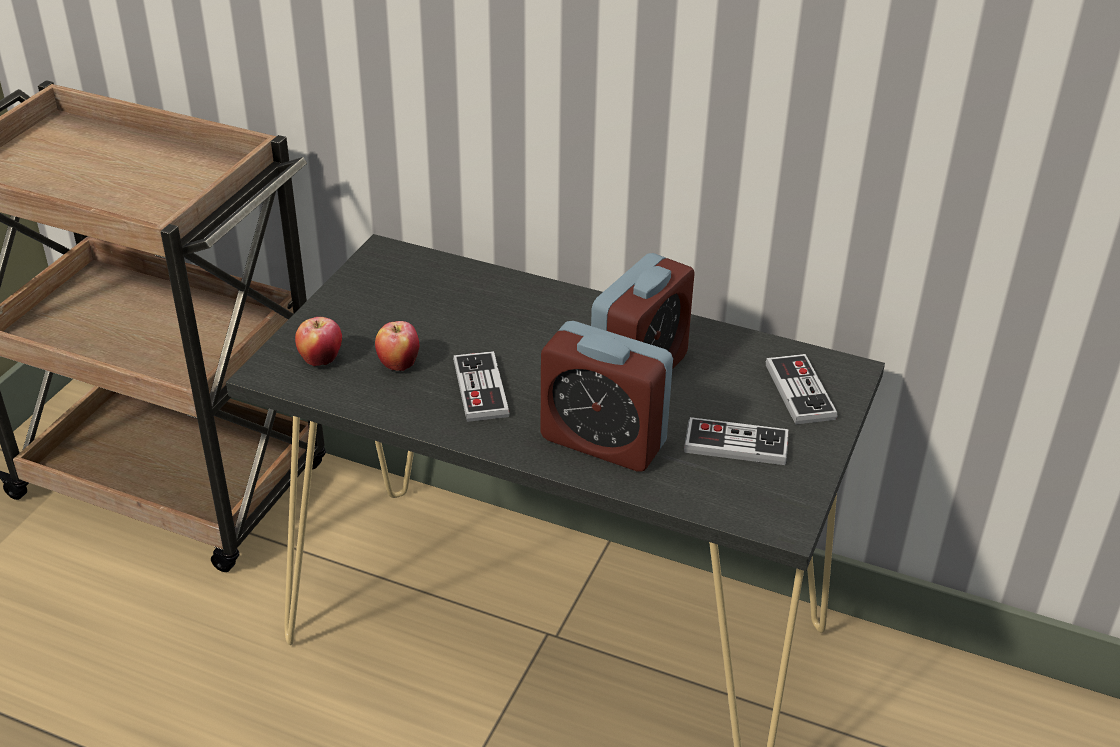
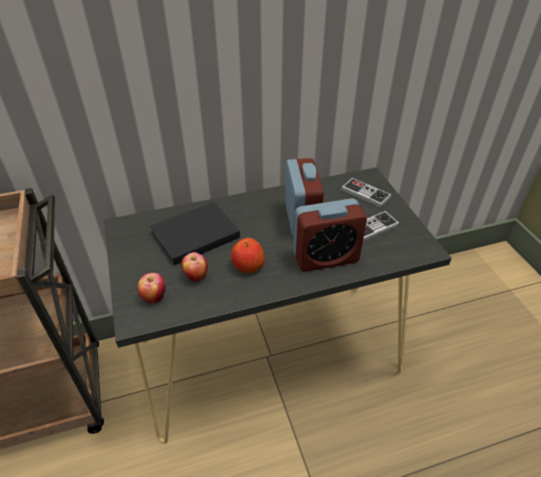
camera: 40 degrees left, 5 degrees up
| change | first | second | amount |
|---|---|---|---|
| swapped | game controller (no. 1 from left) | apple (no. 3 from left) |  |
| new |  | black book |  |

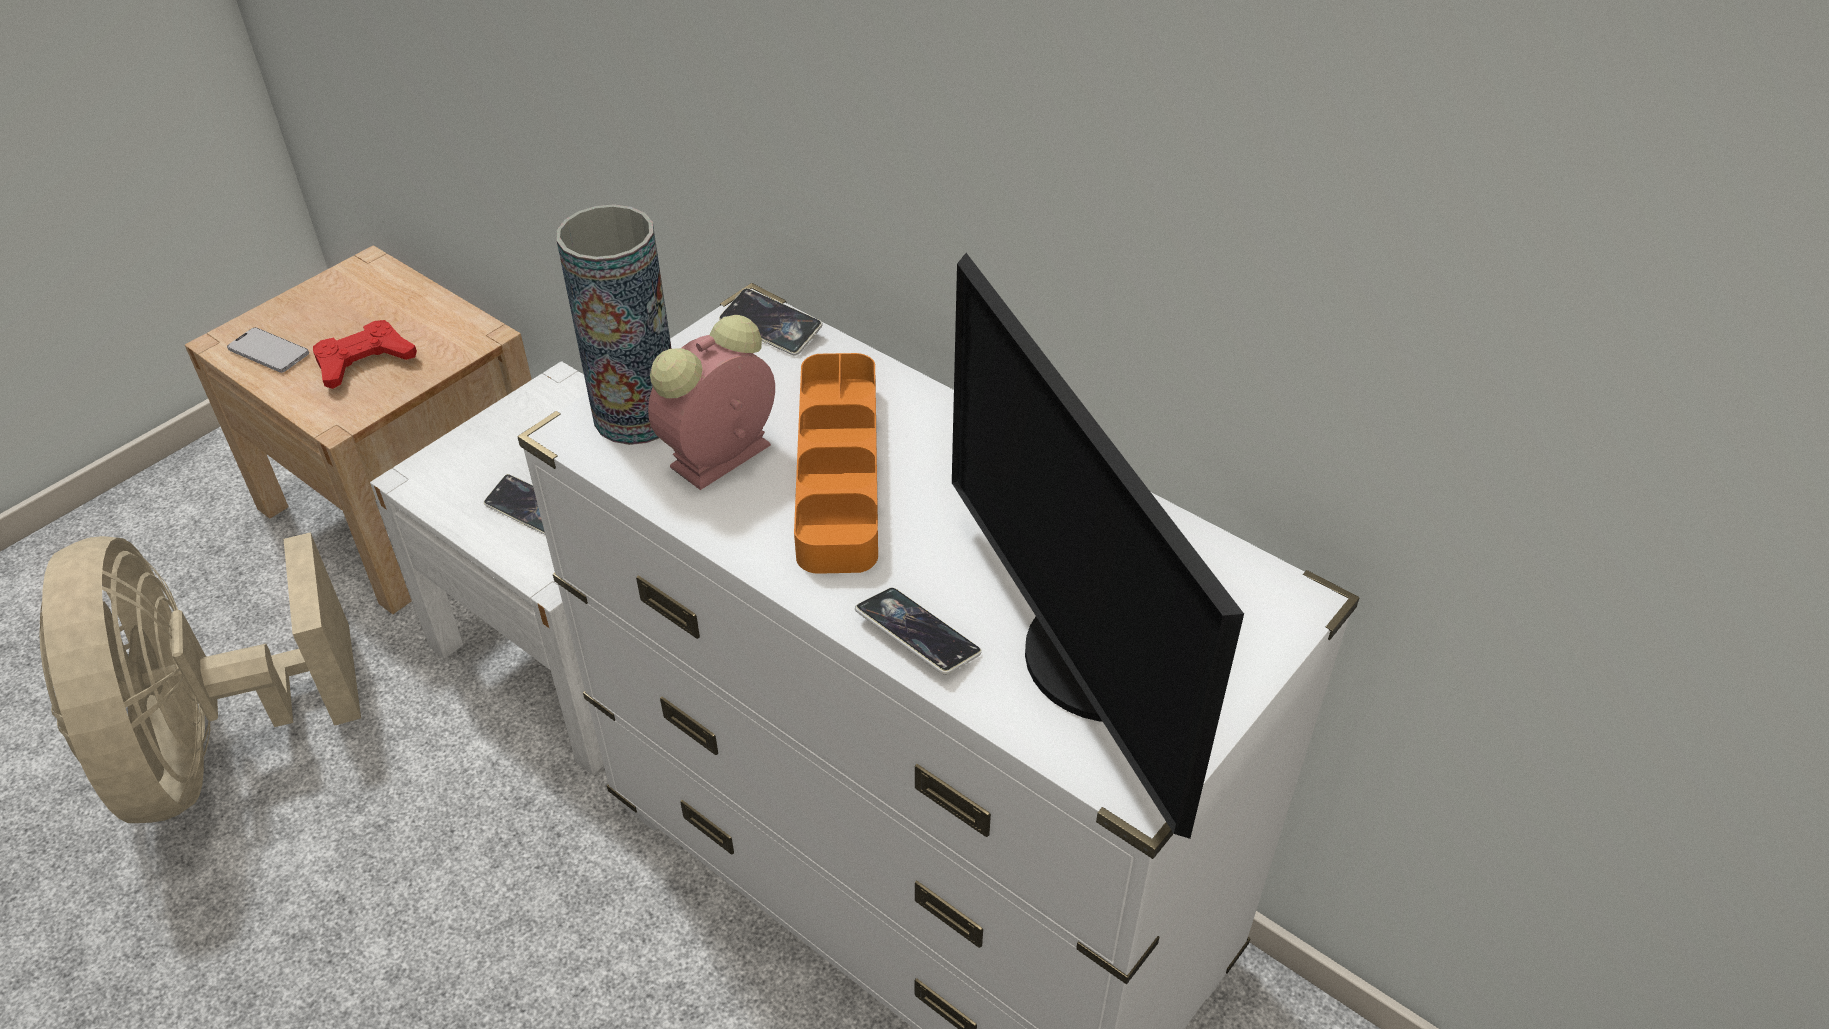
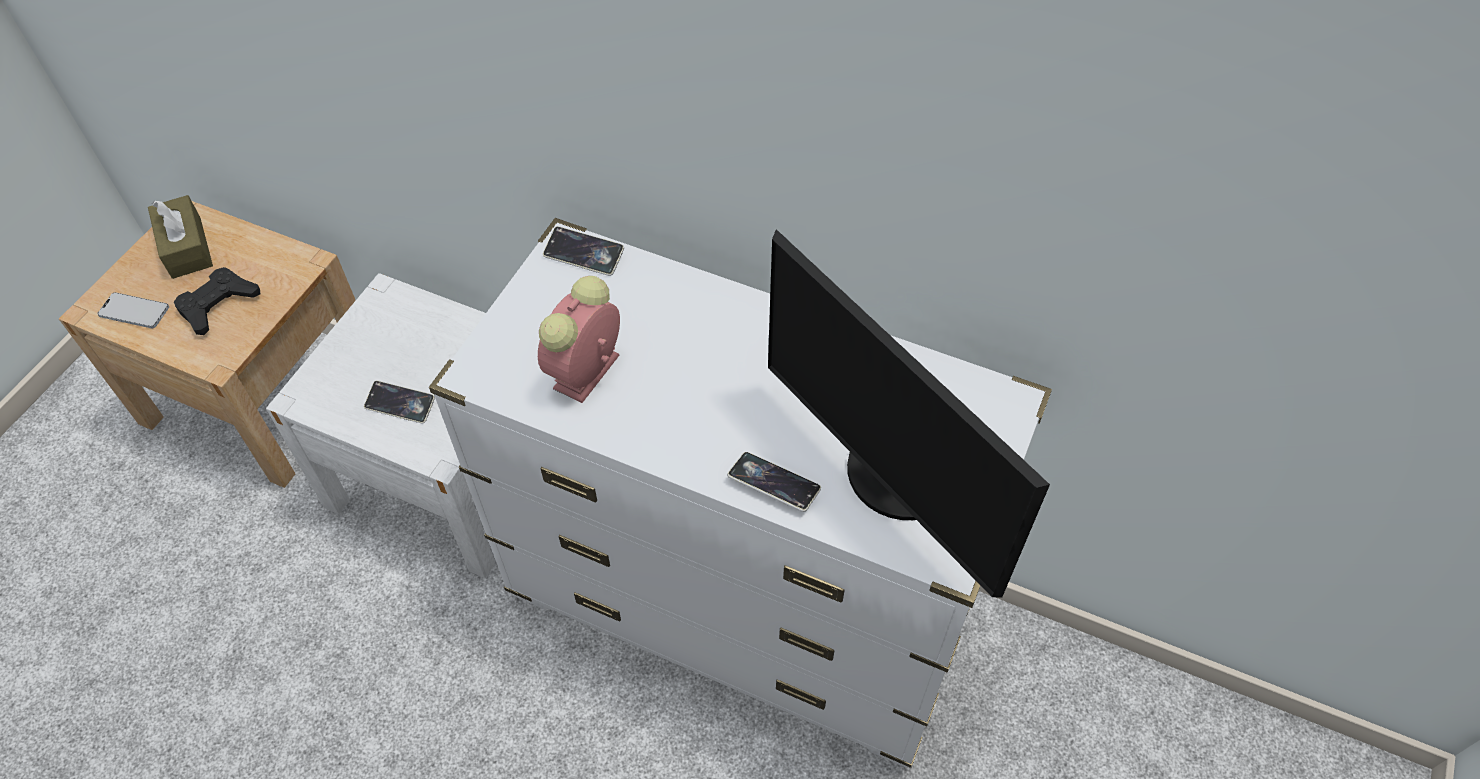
camera: 15 degrees left, 10 degrees up
| change | first | second | amount |
|---|---|---|---|
| gone | beige fan |  |  |
| repainted | red game controller | black game controller |  |
| gone | vase |  |  |
| gone | orange tray |  |  |
| new |  | brown tissue box |  |

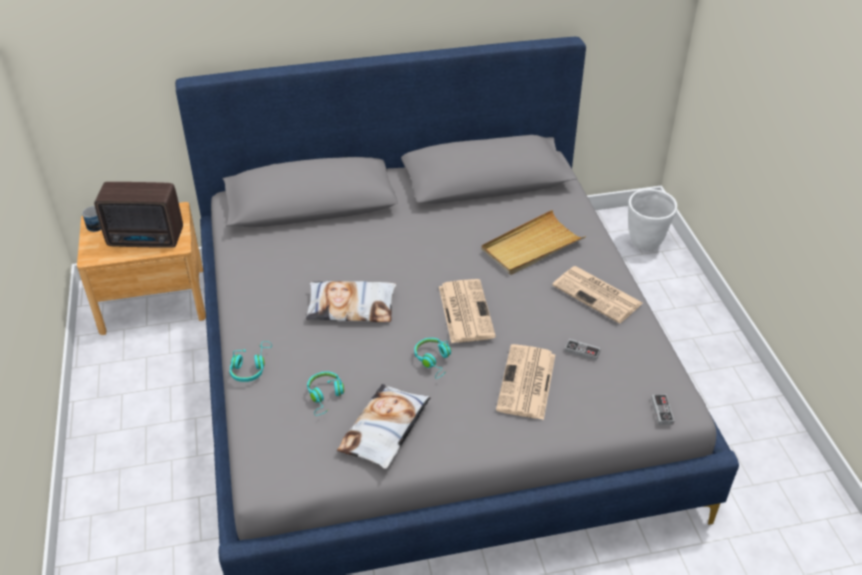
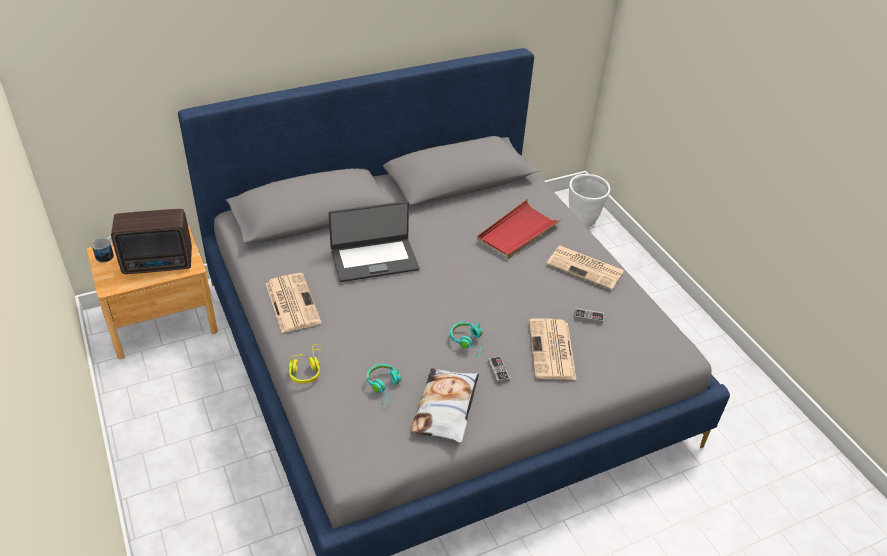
camera: 15 degrees left, 0 degrees up
| change | first | second | amount |
|---|---|---|---|
| repainted | turquoise headphones (no. 1 from left) | yellow headphones |  |
| gone | pillow (no. 1 from left) |  |  |
| shifted | newspaper (no. 1 from left) |  |  |
| repainted | beige tray | red tray |  |
| shifted | game controller (no. 2 from left in the first image) | game controller (no. 1 from left) |  |
| new |  | laptop |  |

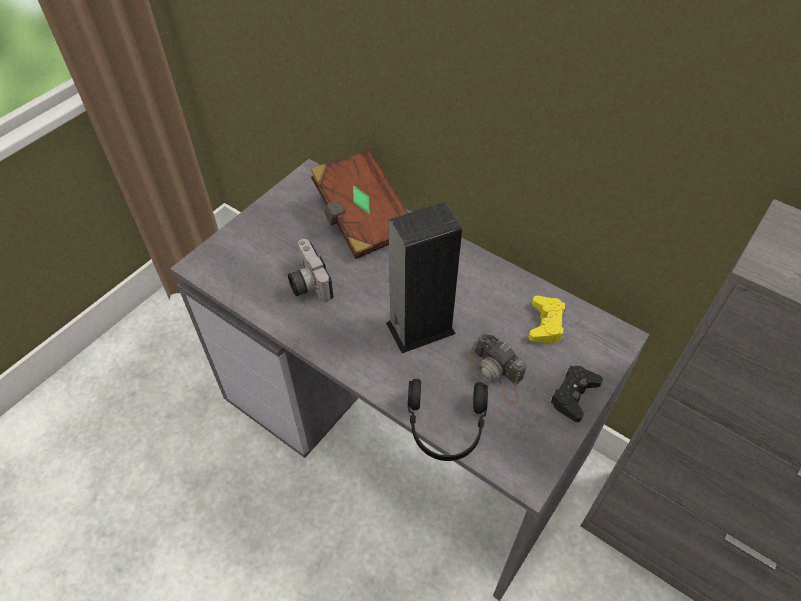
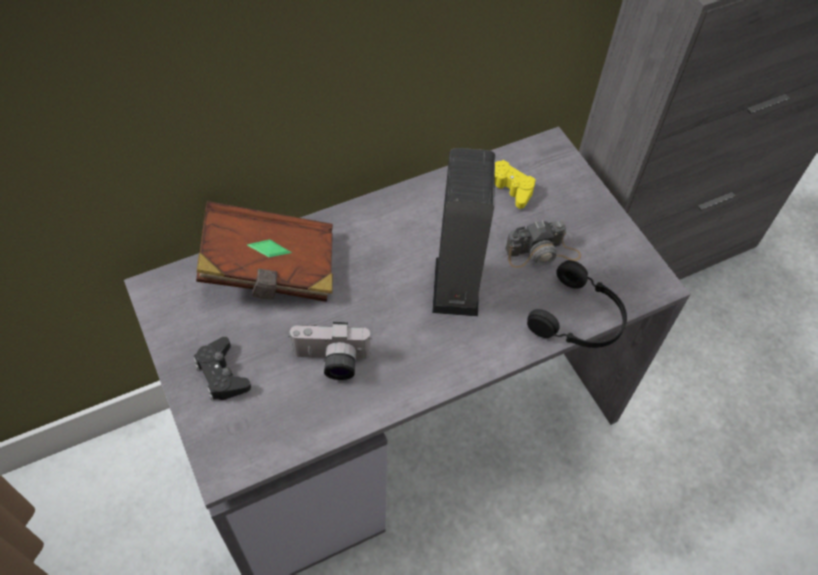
camera: 65 degrees left, 5 degrees up
| change | first | second | amount |
|---|---|---|---|
| shifted | black game controller |  |  |

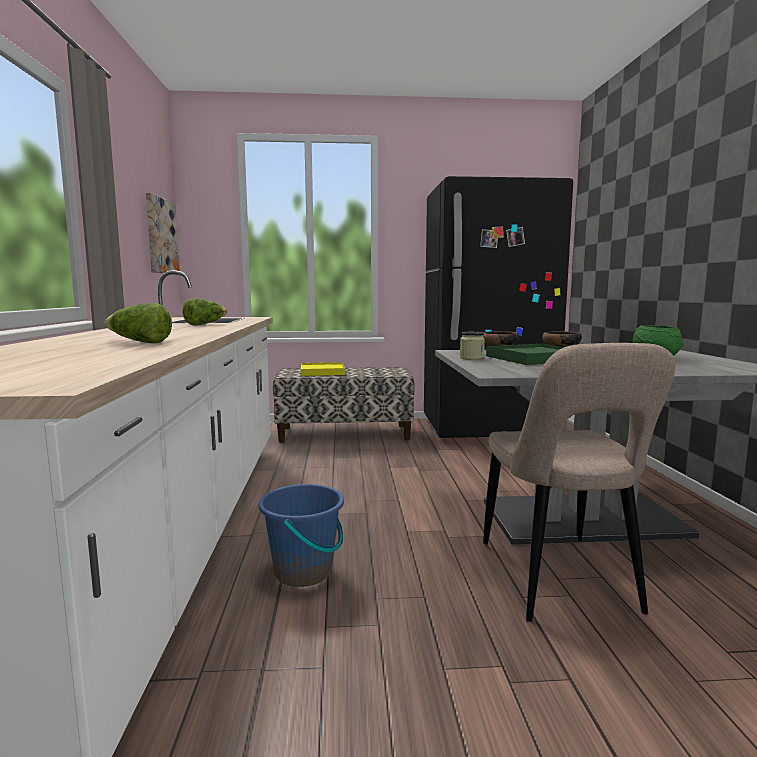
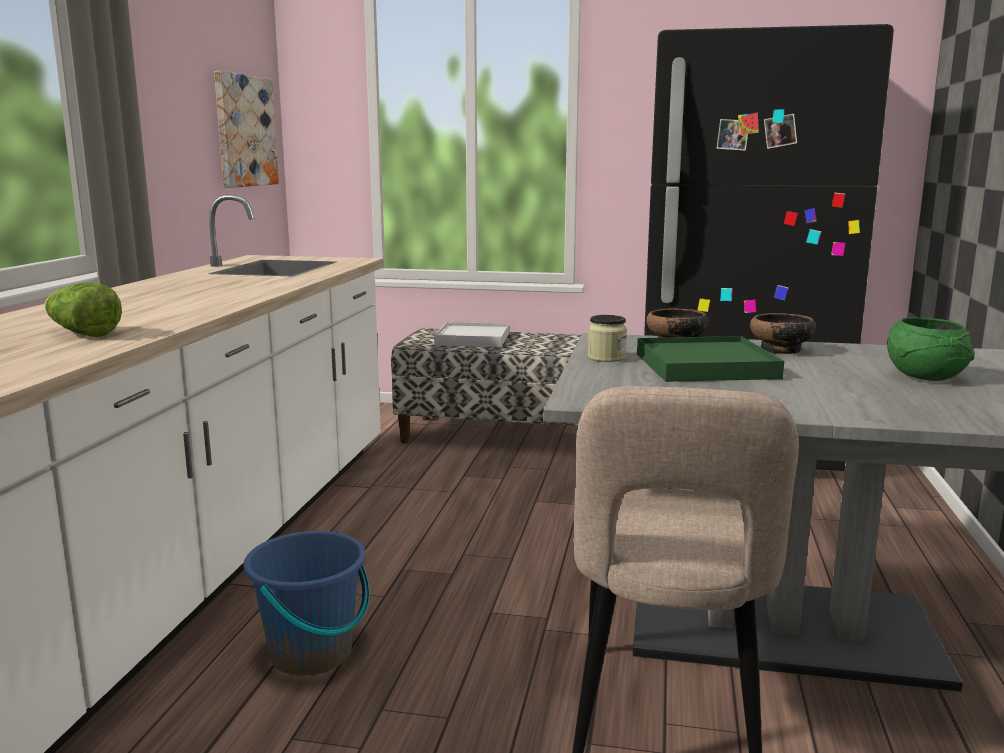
camera: 15 degrees right, 5 degrees up
| change | first | second | amount |
|---|---|---|---|
| gone | lettuce (no. 2 from left) |  |  |
| repainted | yellow tray | white tray |  |

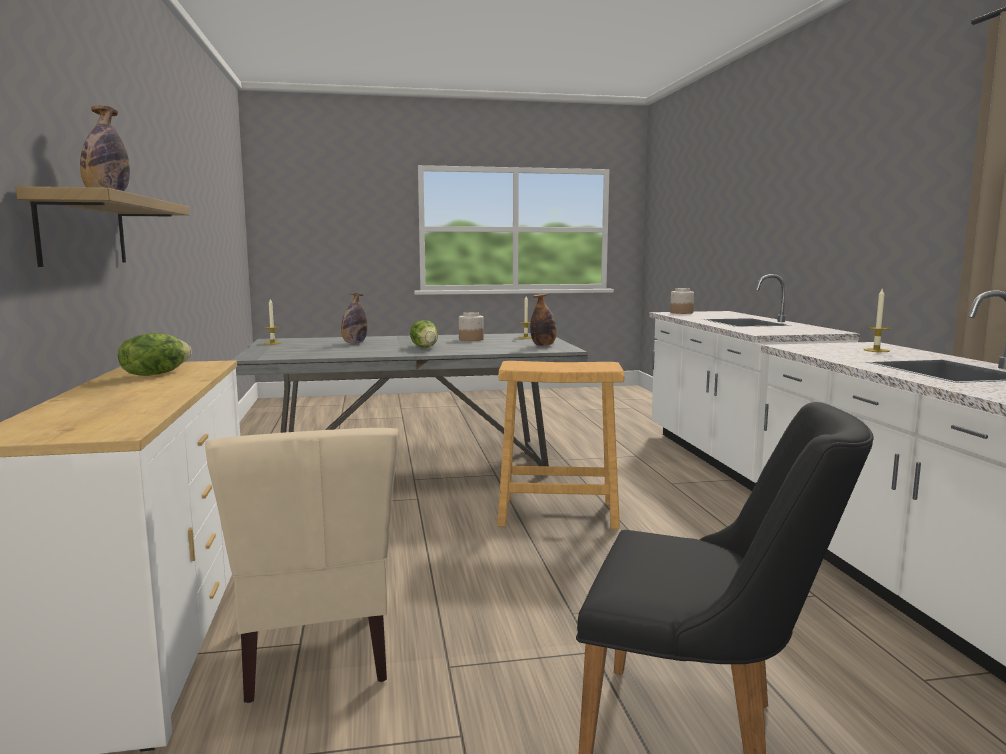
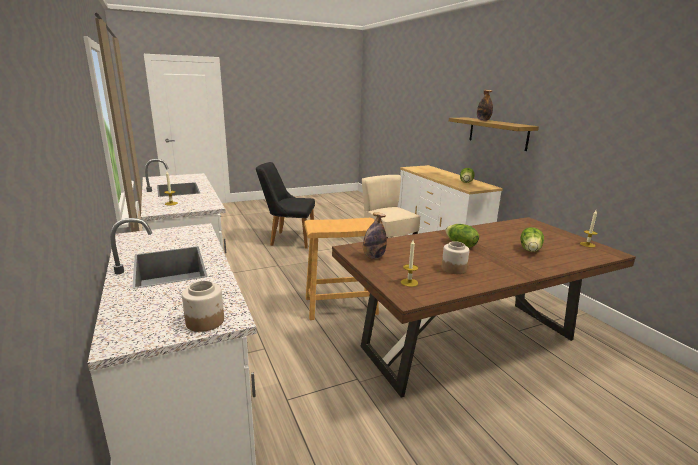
camera: 165 degrees right, 10 degrees up
| change | first | second | amount |
|---|---|---|---|
| repainted | grey dining table | brown dining table |  |
| swapped | bottle (no. 2 from left) | lettuce (no. 3 from left) |  |

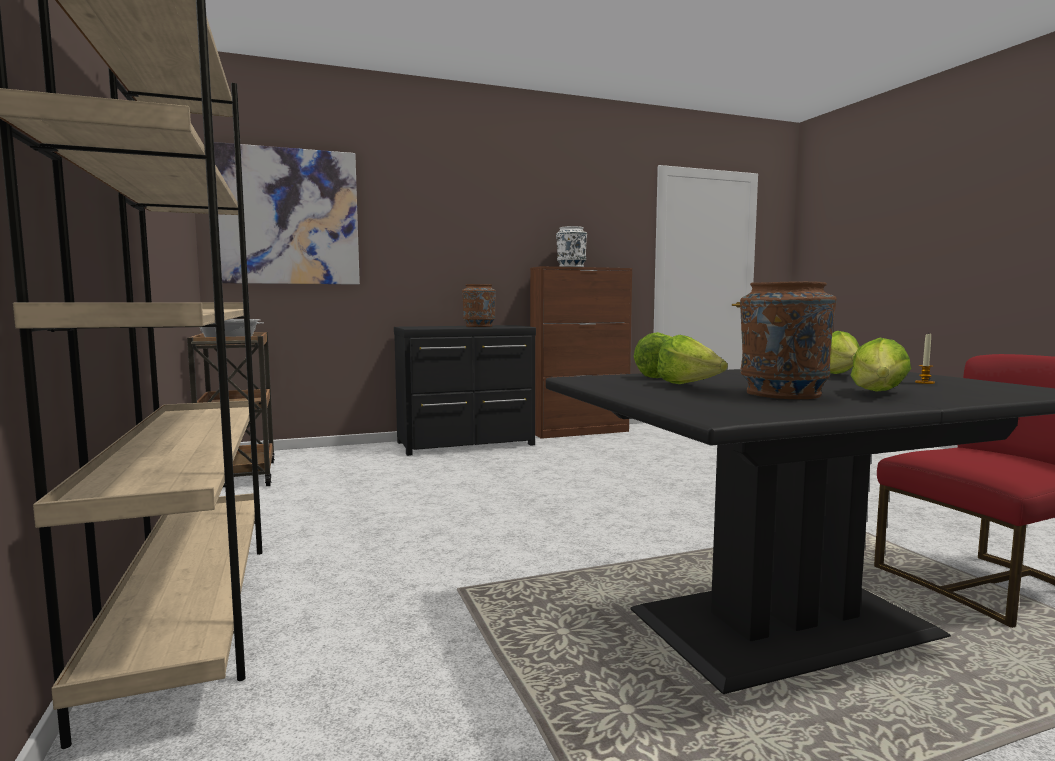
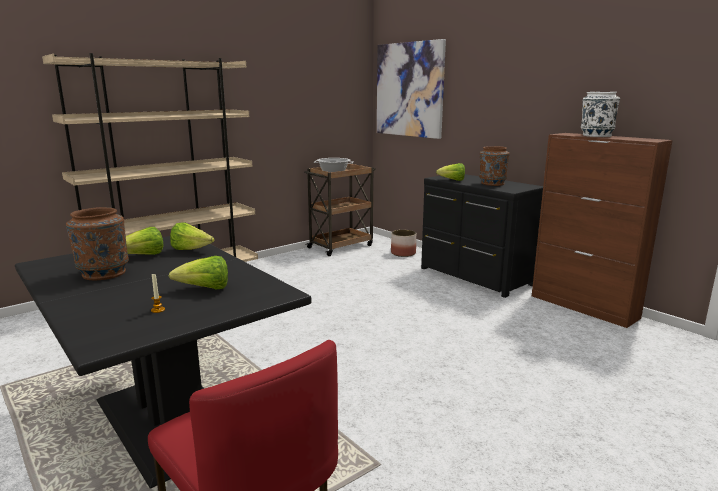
camera: 70 degrees right, 10 degrees up
| change | first | second | amount |
|---|---|---|---|
| shifted | lettuce (no. 4 from left) |  |  |
| new |  | planter |  |

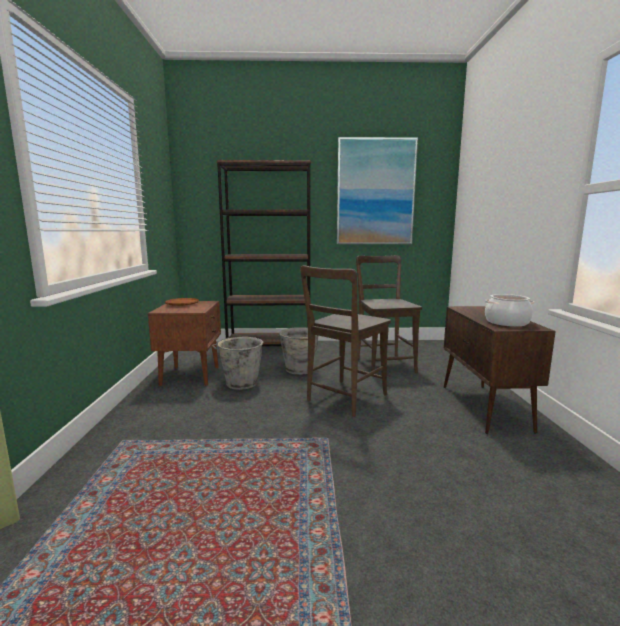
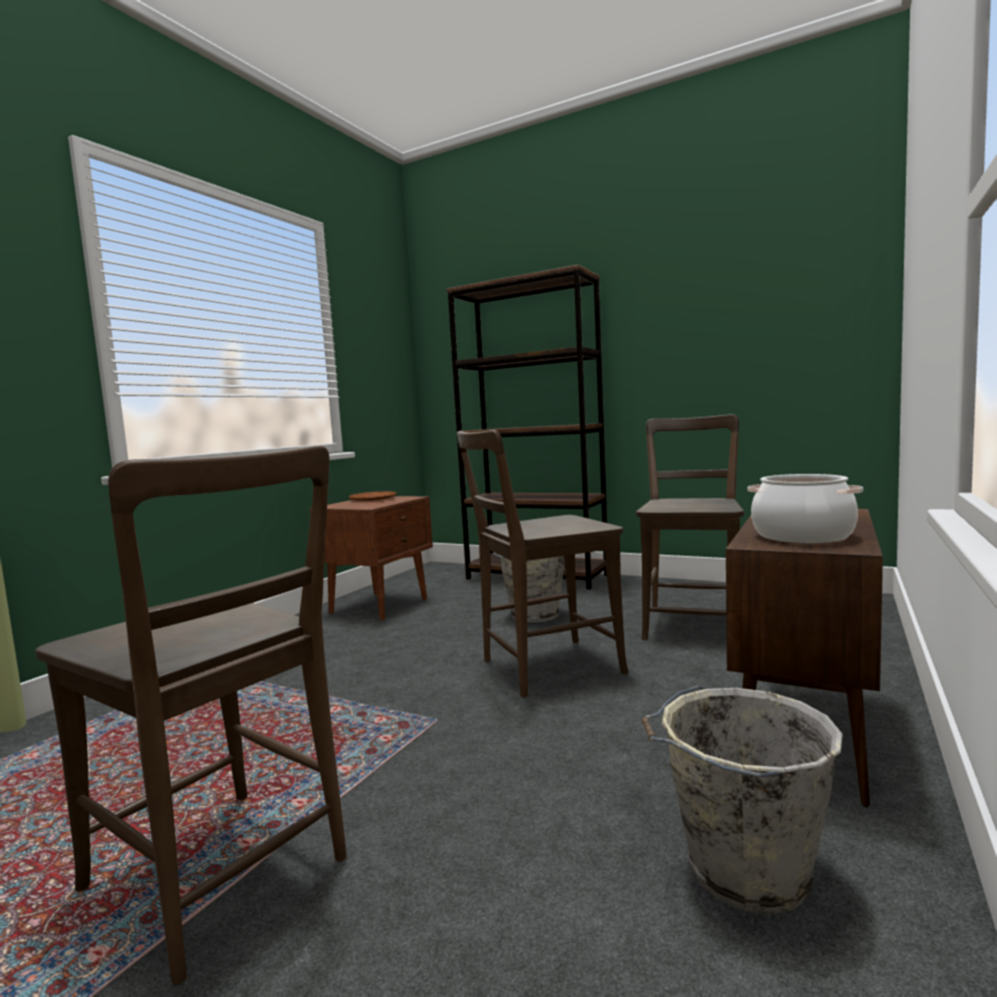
camera: 30 degrees right, 5 degrees down
| change | first | second | amount |
|---|---|---|---|
| shifted | grey bucket (no. 1 from left in the first image) | grey bucket (no. 2 from left) |  |
| gone | picture |  |  |
| new |  | brown chair (no. 1 from left) |  |

